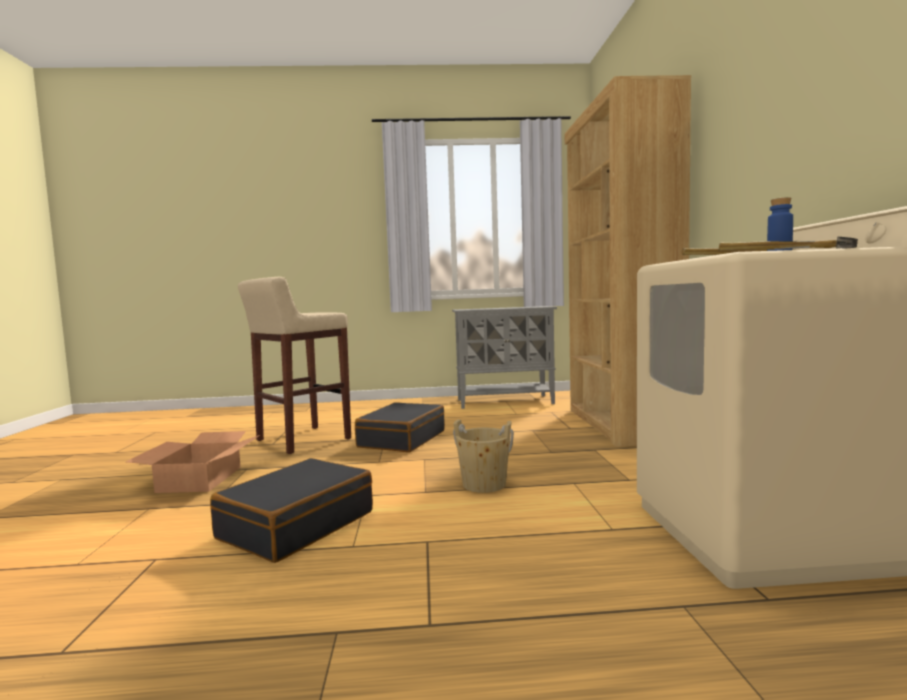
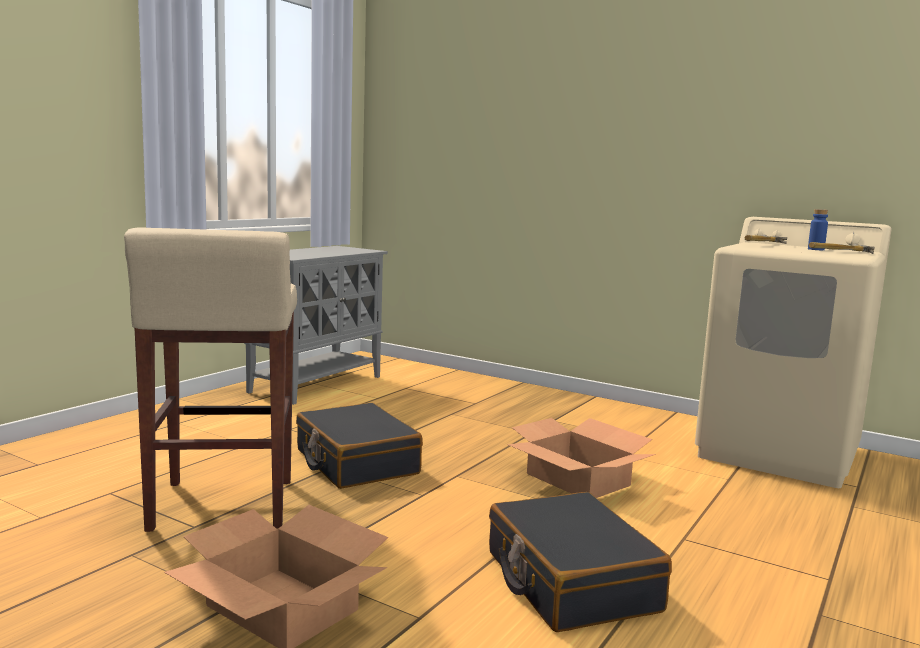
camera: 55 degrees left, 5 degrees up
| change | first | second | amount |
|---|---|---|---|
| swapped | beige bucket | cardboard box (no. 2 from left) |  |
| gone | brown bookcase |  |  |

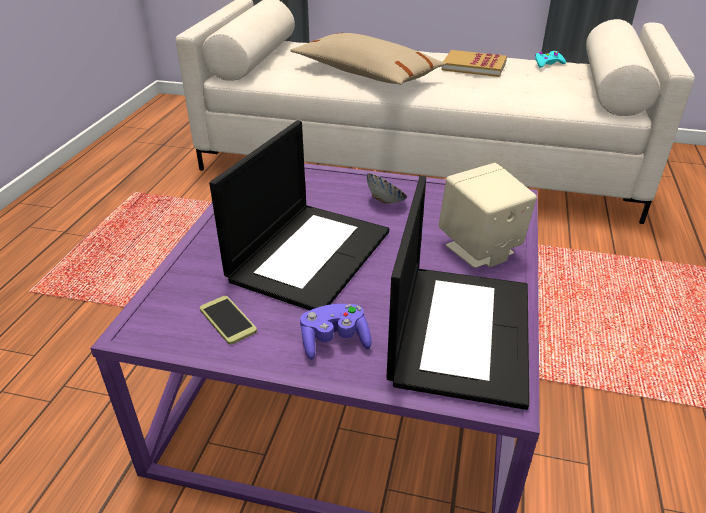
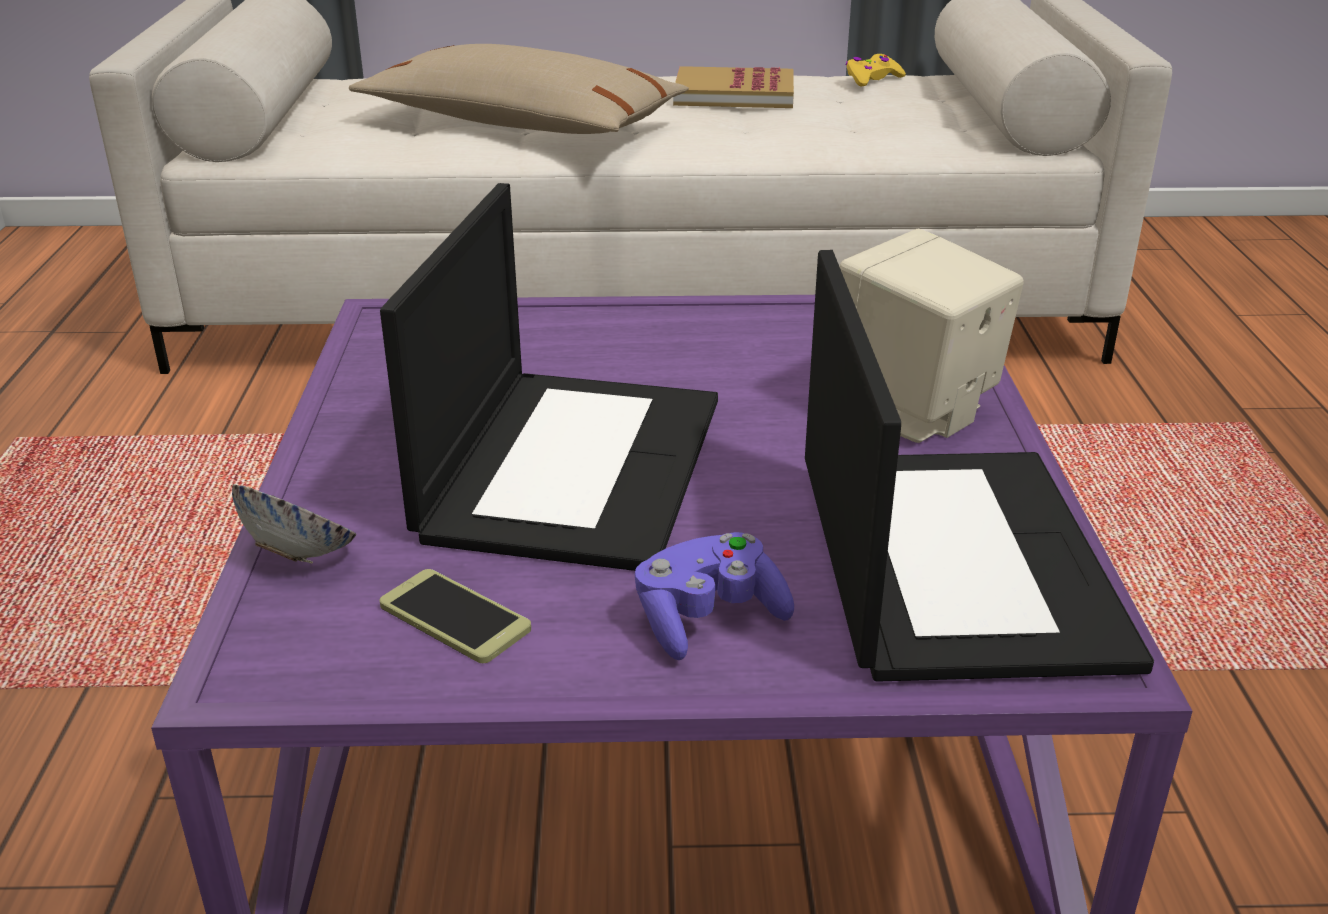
camera: 15 degrees left, 5 degrees down
| change | first | second | amount |
|---|---|---|---|
| shifted | bowl |  |  |
| repainted | turquoise game controller | yellow game controller |  |

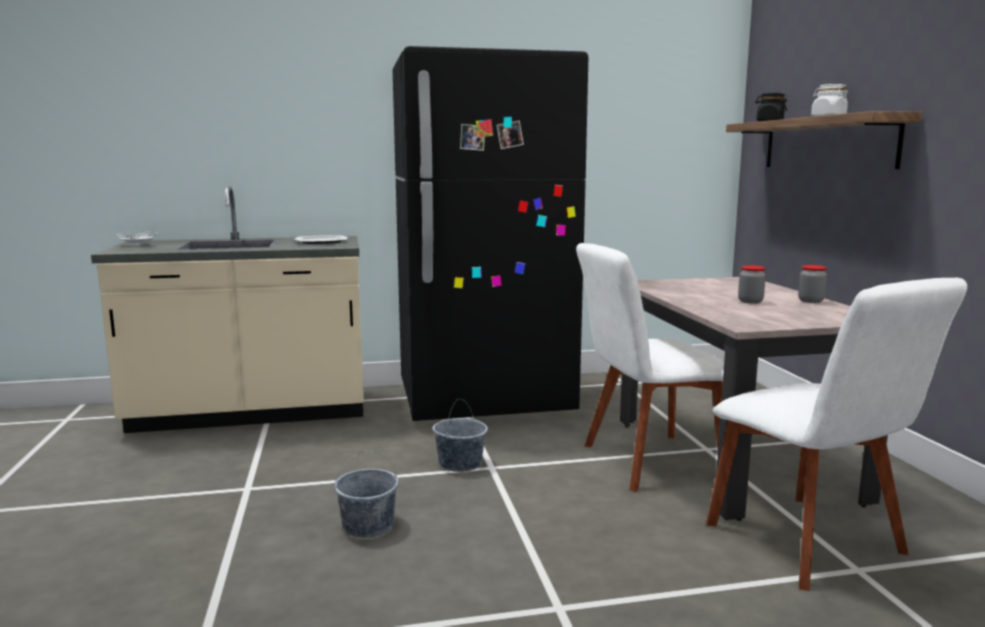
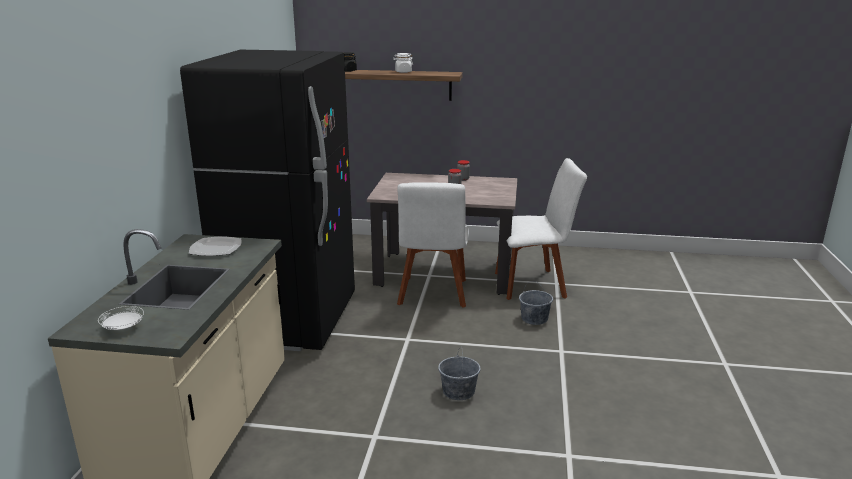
camera: 70 degrees left, 10 degrees up
| change | first | second | amount |
|---|---|---|---|
| shifted | grey bucket (no. 2 from left) |  |  |

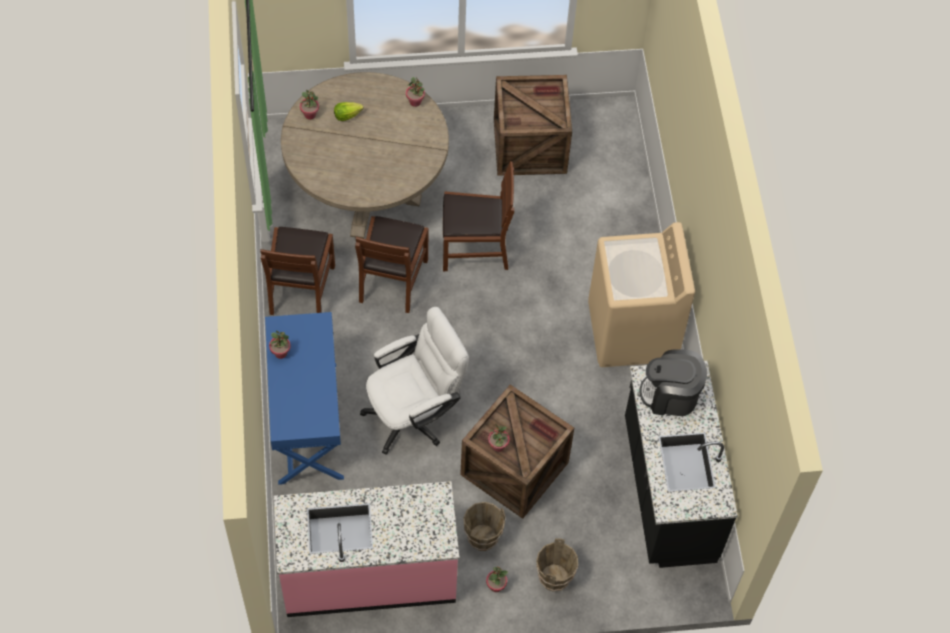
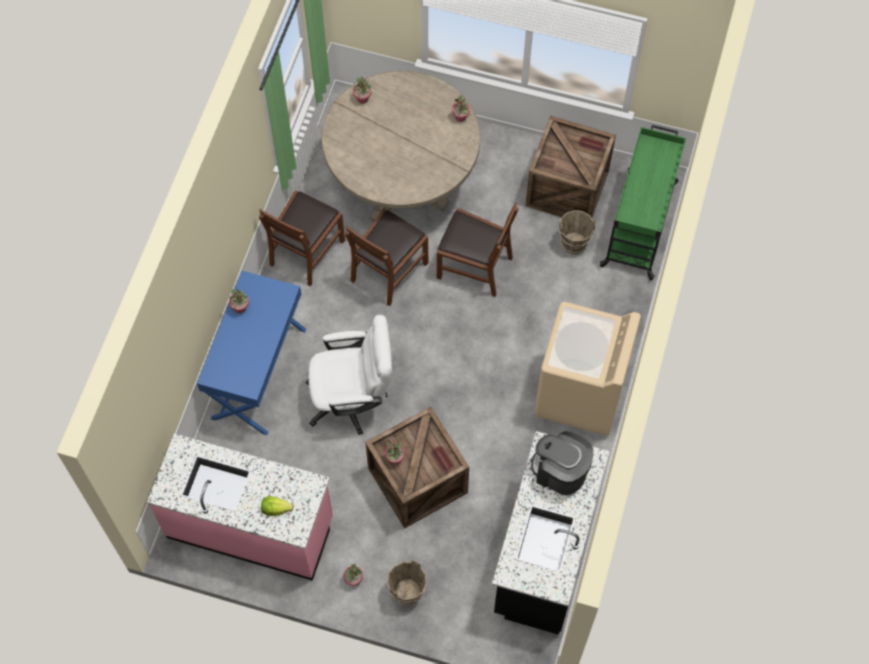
camera: 25 degrees right, 5 degrees up
| change | first | second | amount |
|---|---|---|---|
| shifted | lettuce |  |  |
| shifted | brown bucket (no. 1 from left in the first image) | brown bucket (no. 2 from left) |  |
| new |  | green cart |  |

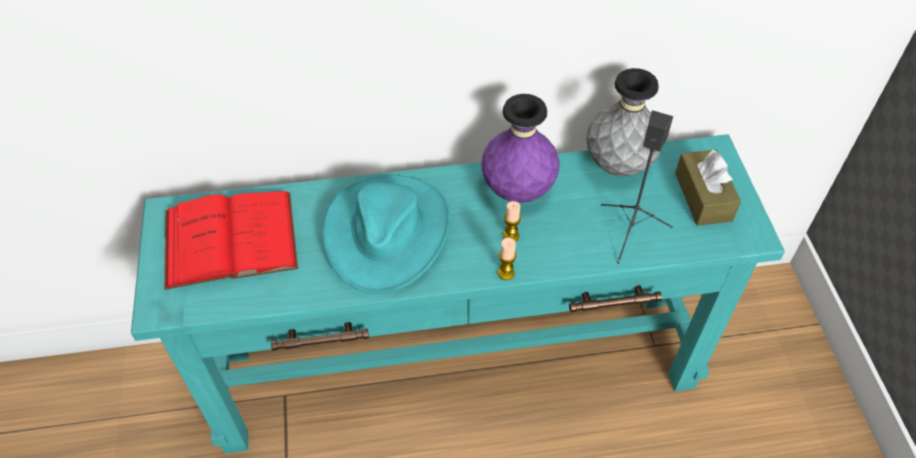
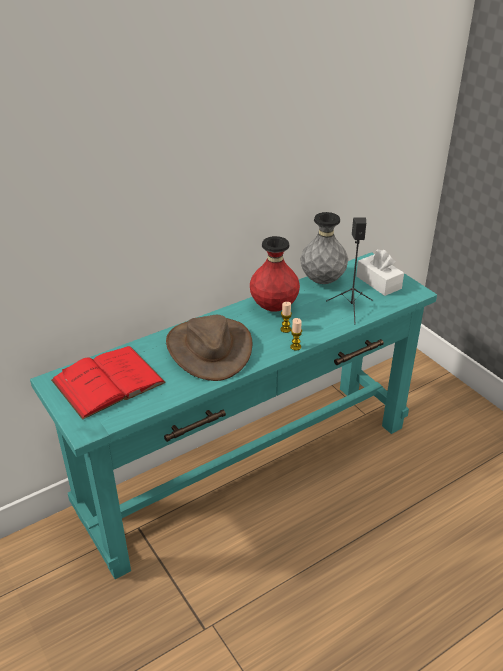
camera: 25 degrees left, 15 degrees down
| change | first | second | amount |
|---|---|---|---|
| repainted | turquoise hat | brown hat |  |
| repainted | purple vase | red vase |  |
| repainted | brown tissue box | white tissue box |  |

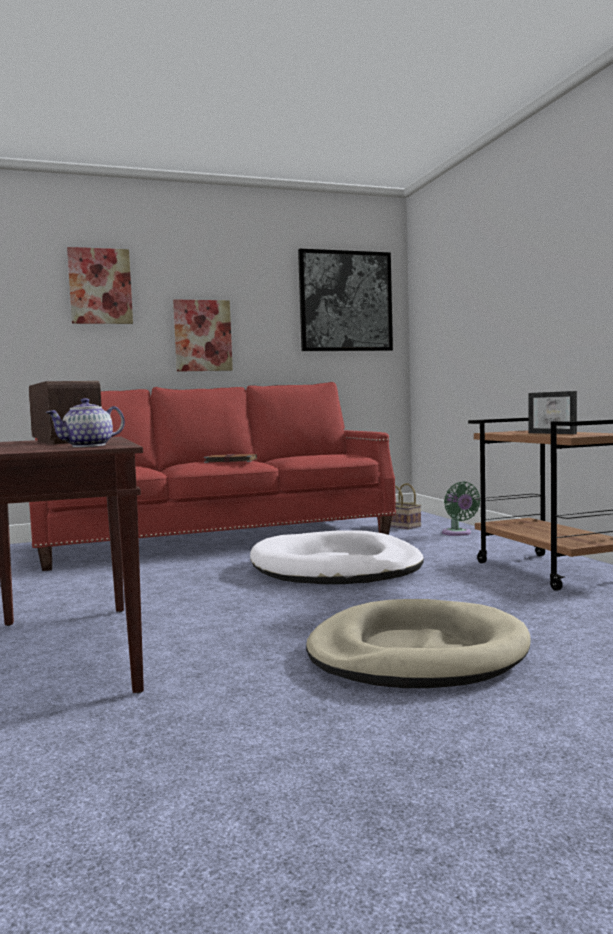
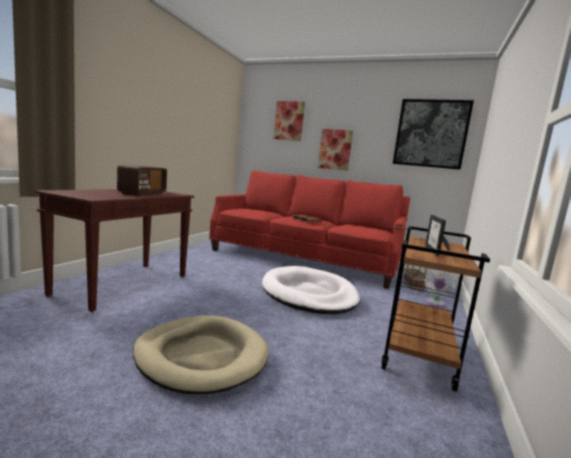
camera: 40 degrees right, 5 degrees up
| change | first | second | amount |
|---|---|---|---|
| gone | teapot |  |  |
| repainted | green fan | white fan |  |

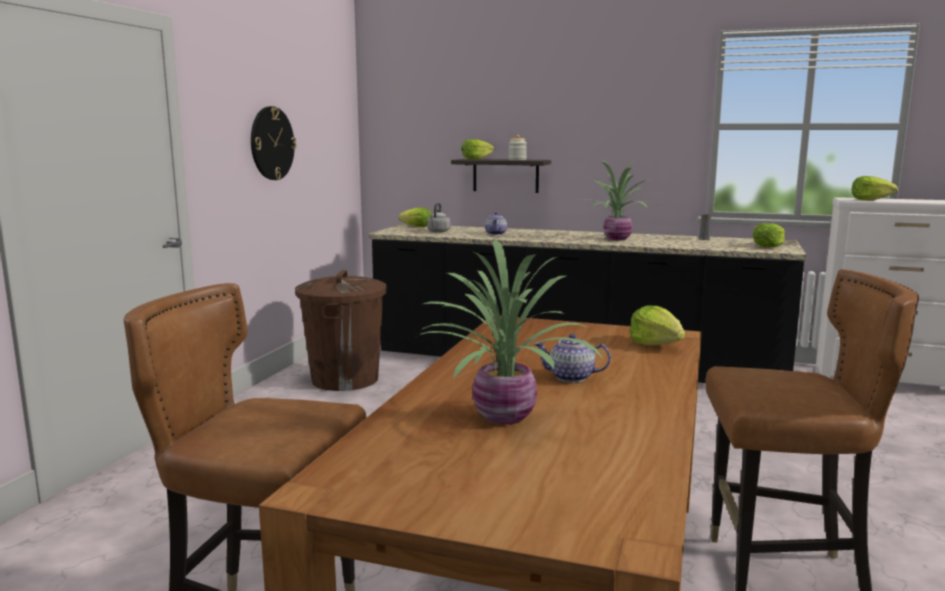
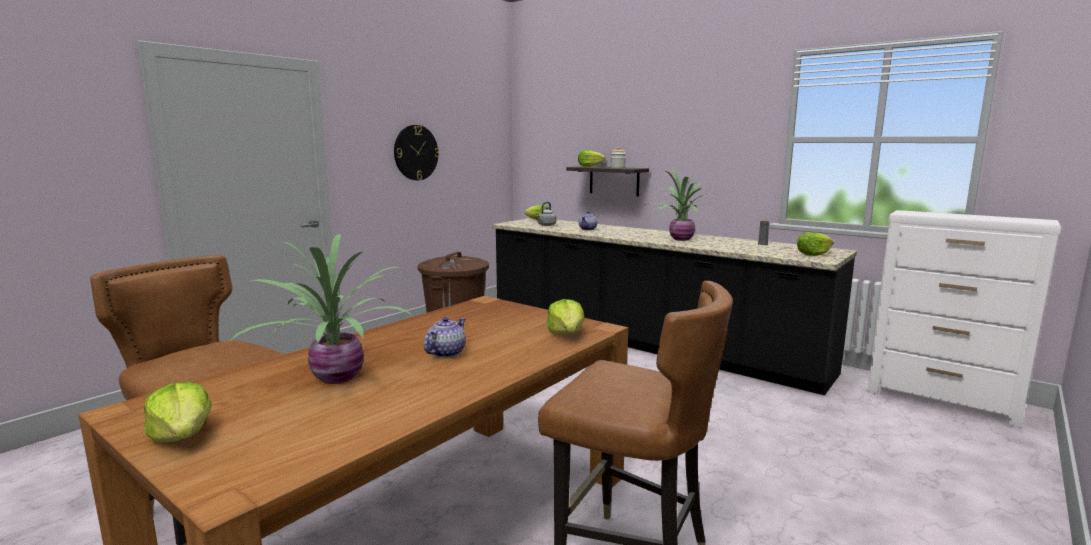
camera: 20 degrees right, 0 degrees up
| change | first | second | amount |
|---|---|---|---|
| rotated | teapot (no. 2 from left in the first image) | teapot (no. 1 from left) | 90 degrees clockwise |
| shifted | lettuce (no. 5 from left in the first image) | lettuce (no. 1 from left) |  |

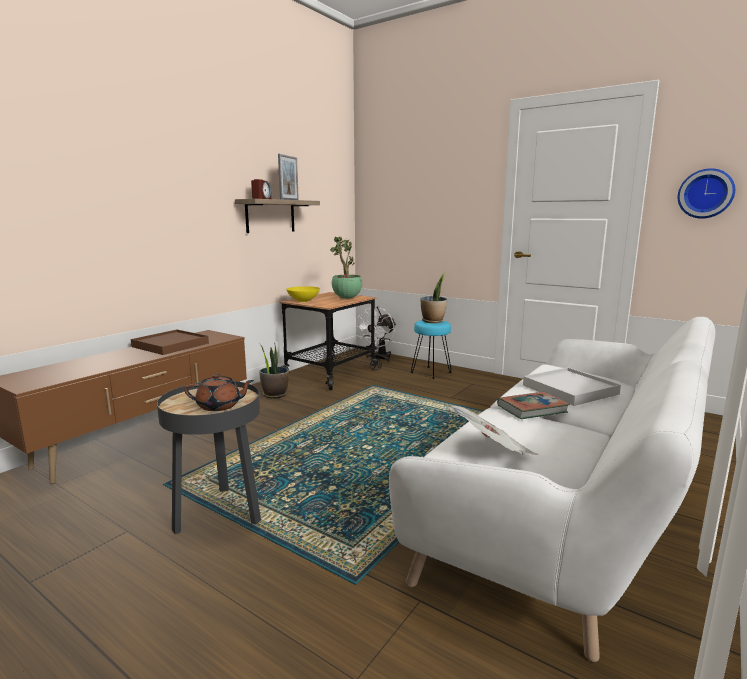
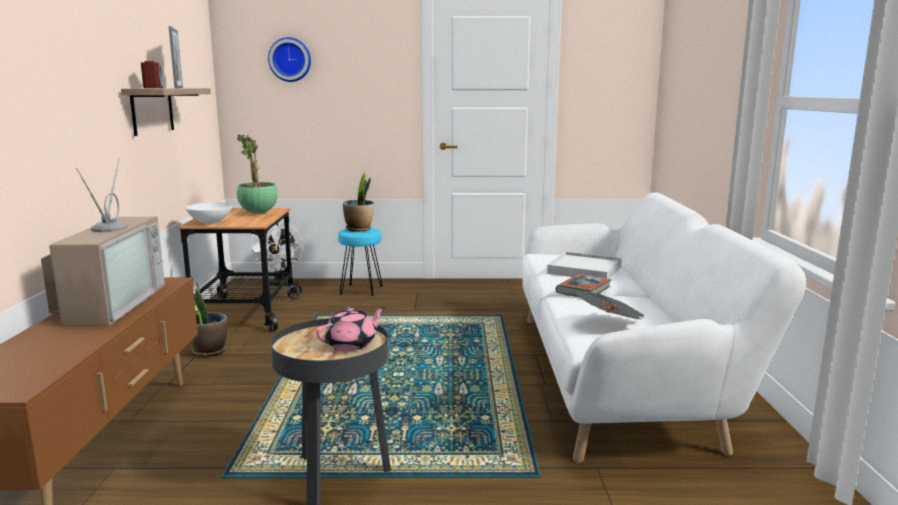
camera: 35 degrees left, 0 degrees up
| change | first | second | amount |
|---|---|---|---|
| swapped | brown tray | television |  |
| repainted | brown teapot | pink teapot |  |
| repainted | yellow bowl | white bowl |  |
| shifted | wall clock |  |  |

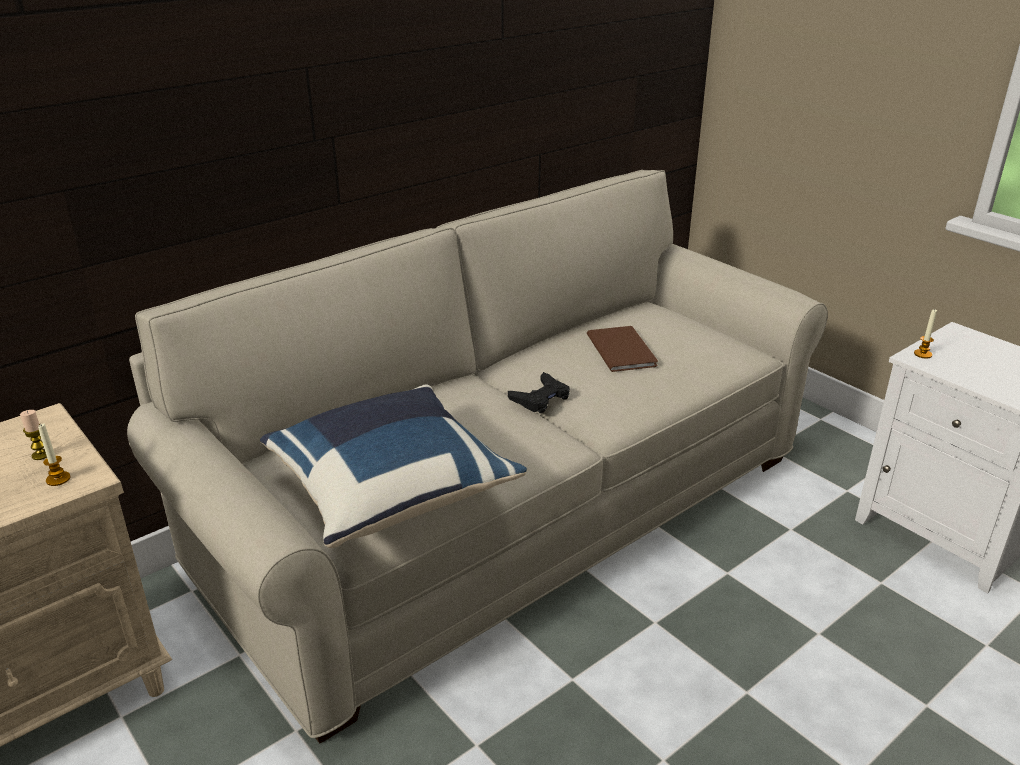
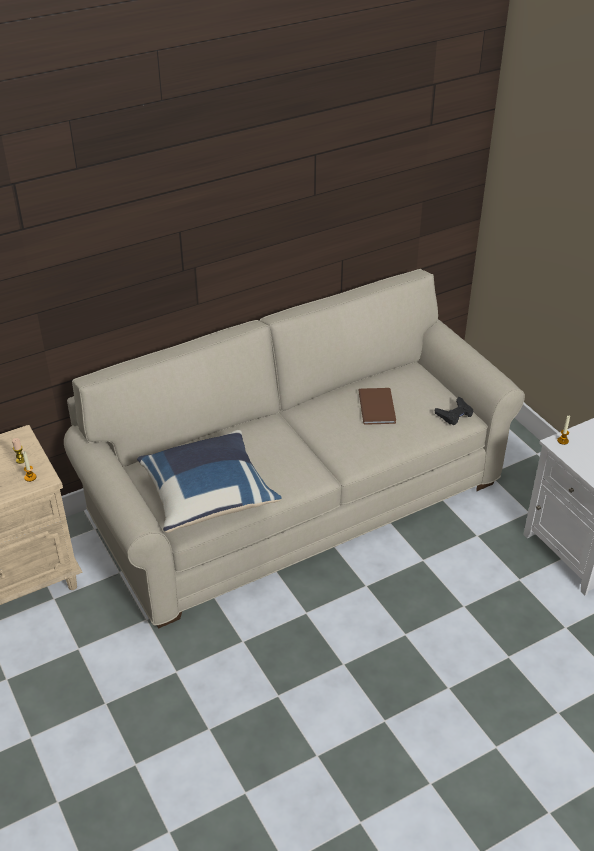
camera: 10 degrees right, 10 degrees up
| change | first | second | amount |
|---|---|---|---|
| shifted | black game controller |  |  |

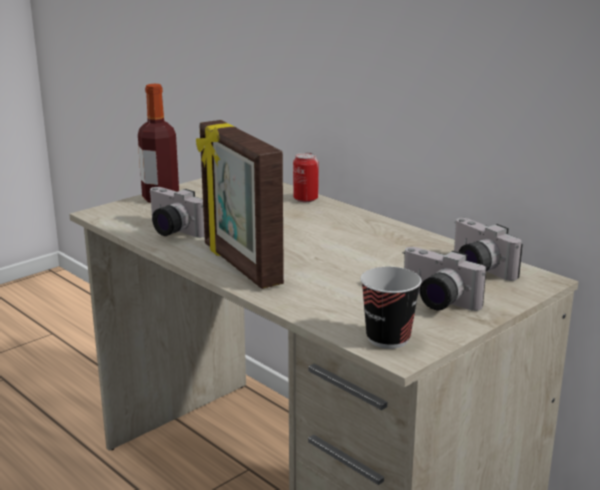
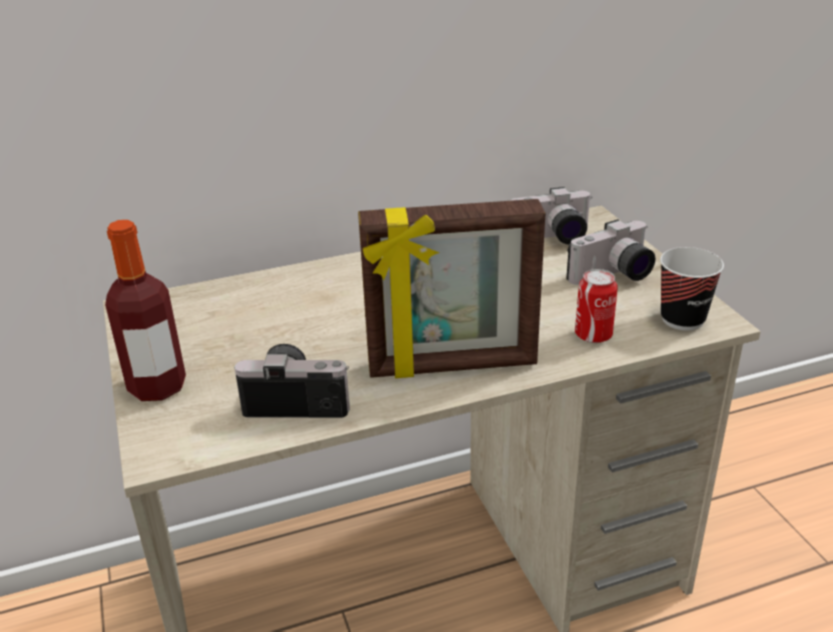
camera: 65 degrees left, 10 degrees up
| change | first | second | amount |
|---|---|---|---|
| rotated | photo camera (no. 1 from left) |  | 150 degrees counterclockwise |
| shifted | can |  |  |

